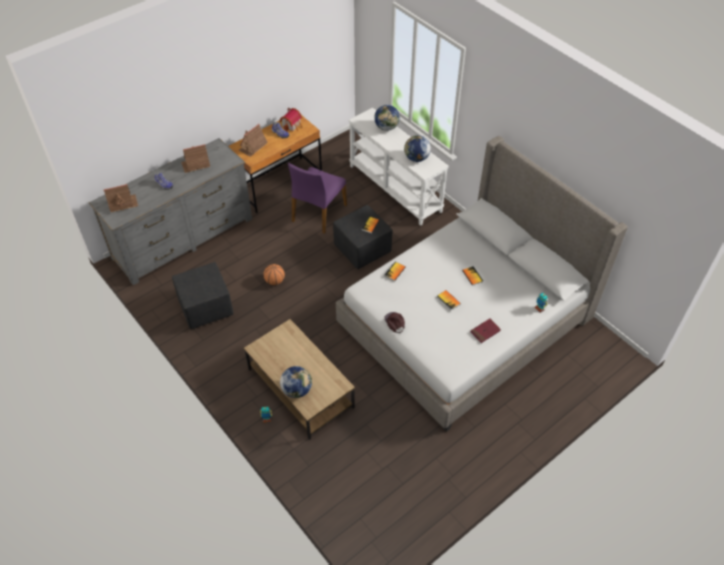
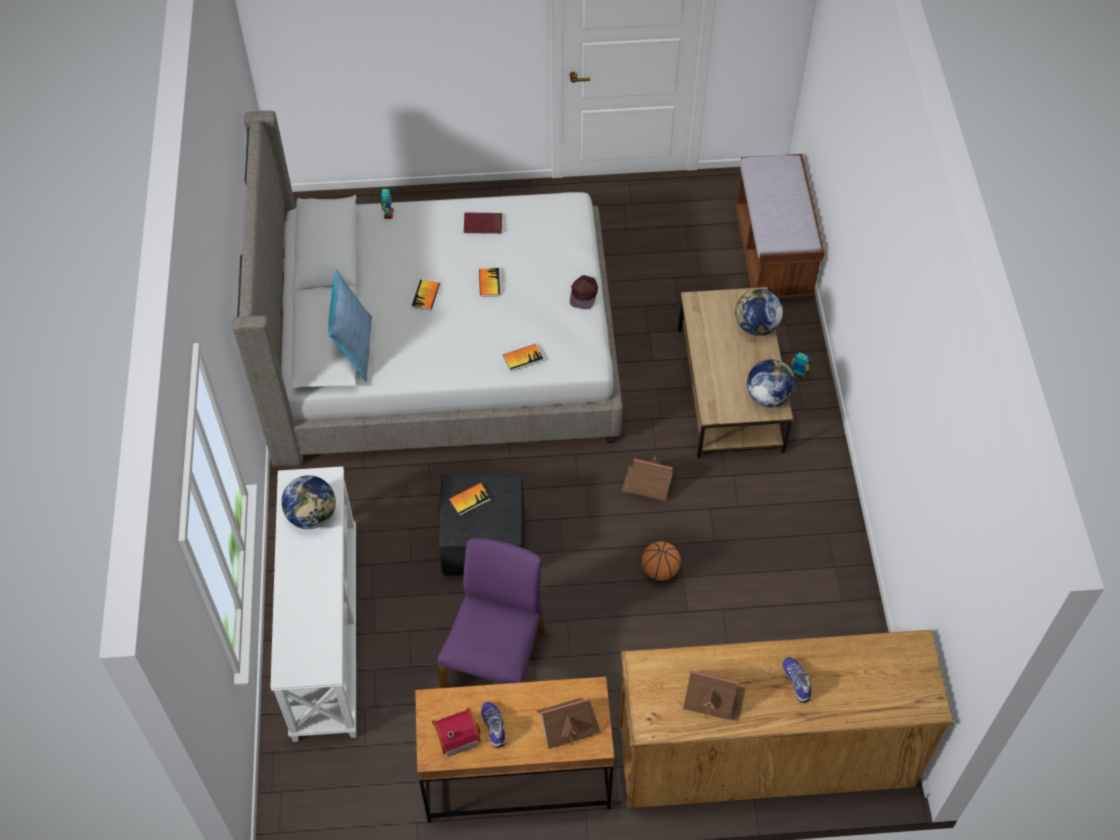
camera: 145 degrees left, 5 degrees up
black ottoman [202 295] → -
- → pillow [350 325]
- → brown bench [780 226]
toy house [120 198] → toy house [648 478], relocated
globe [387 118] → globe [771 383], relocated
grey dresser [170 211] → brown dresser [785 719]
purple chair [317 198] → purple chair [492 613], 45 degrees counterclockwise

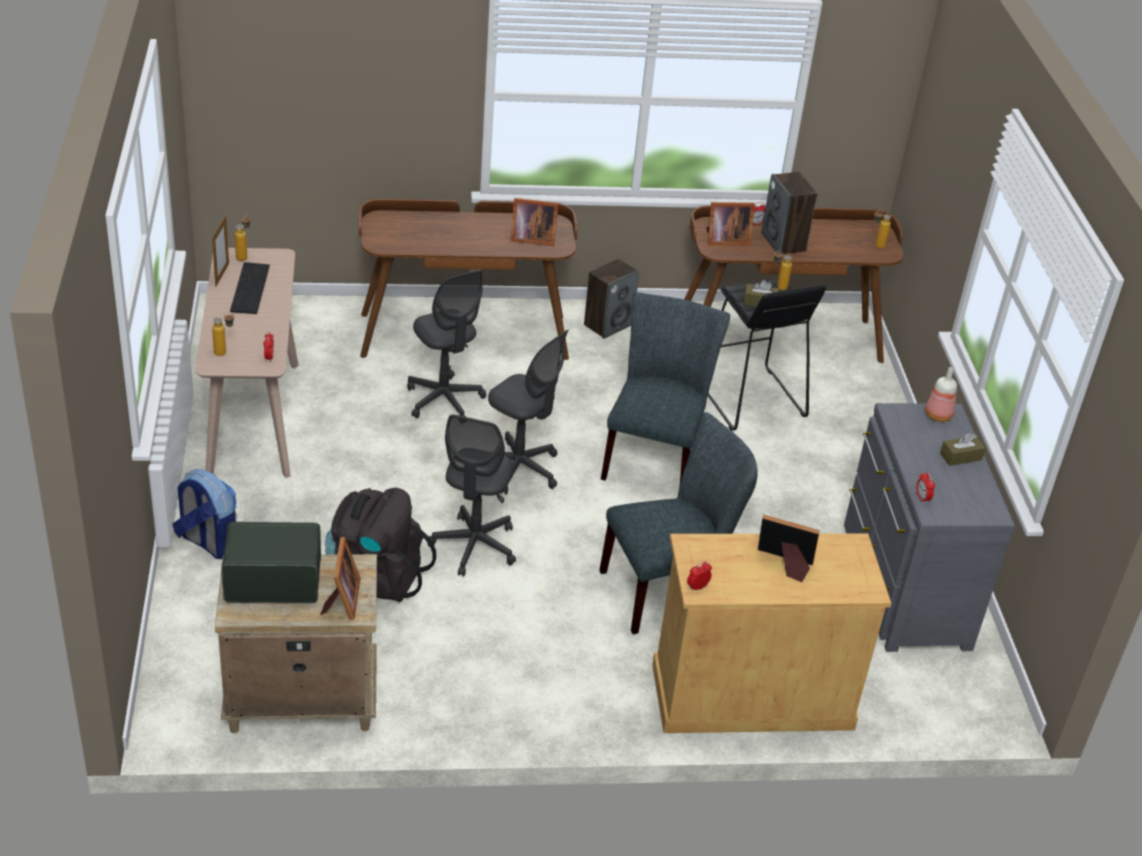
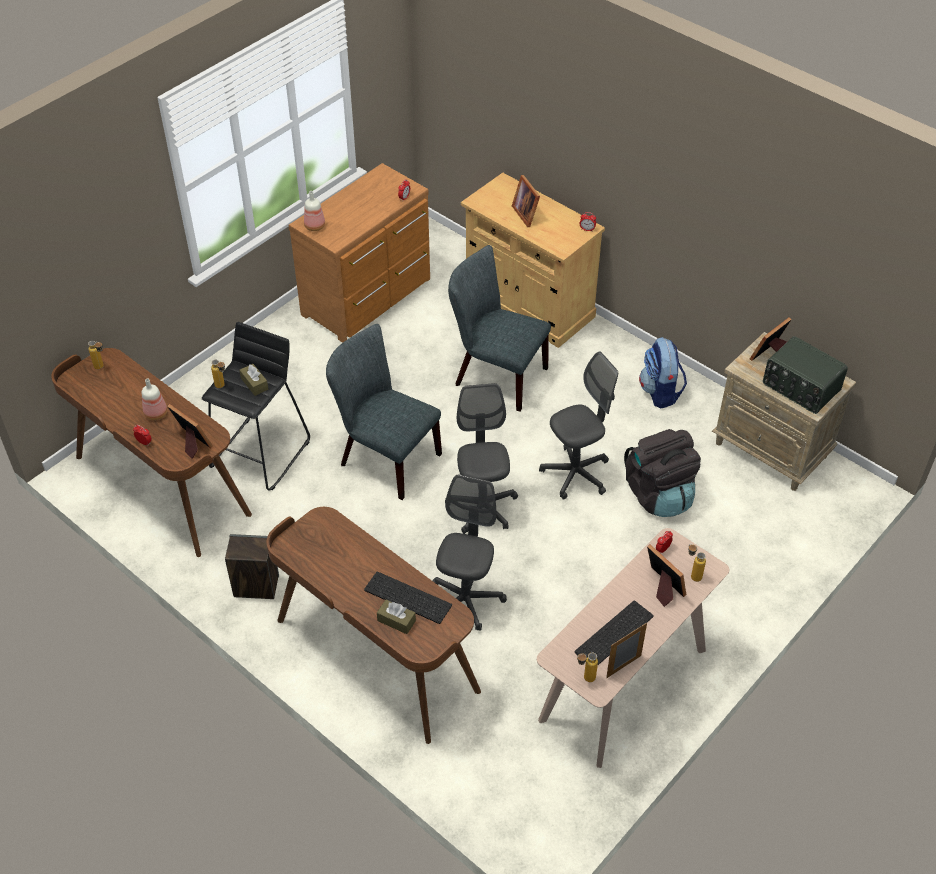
camera: 130 degrees left, 10 degrees up
- → keyboard [408 597]
backpack [205 514] → backpack [663 372], relocated
picture frame [534 222] → picture frame [666 576], relocated
brown tissue box [962 449] → brown tissue box [396 617], relocated
speaker [789 213] → bottle [154 399]
grey dresser [930 527] → brown dresser [359 253]
grey chair [665 387] → grey chair [384 412], 60 degrees clockwise

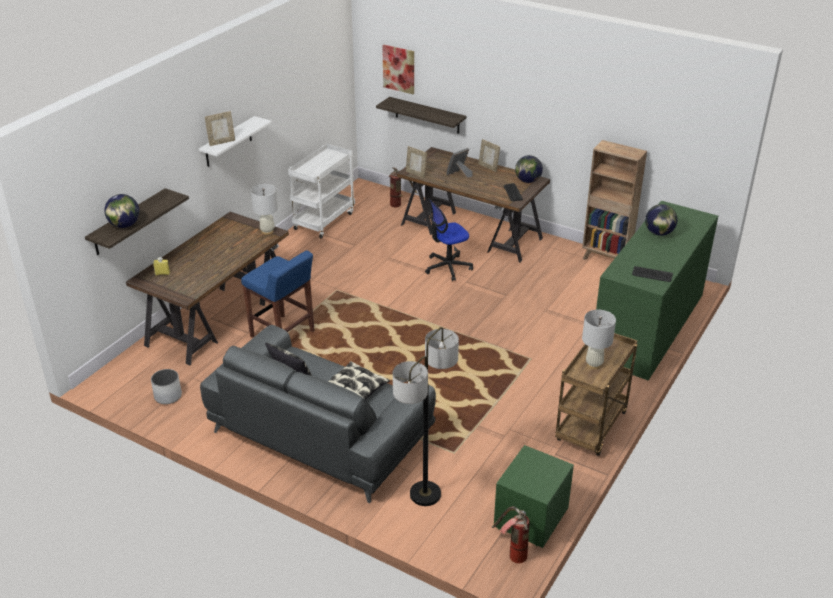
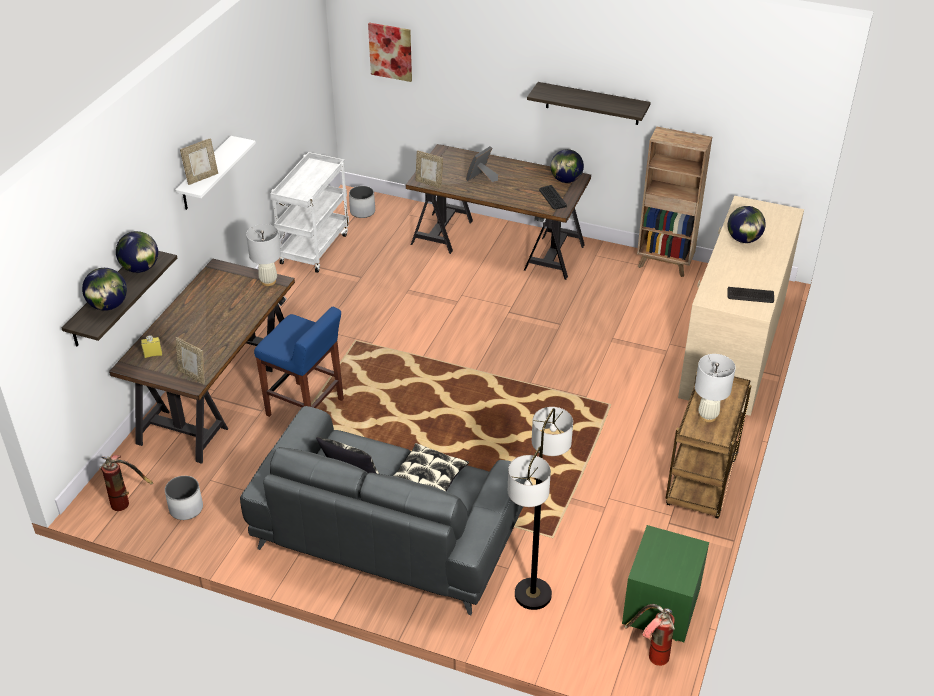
camera: 10 degrees left, 5 degrees up
office chair [449 240] → -
- → globe [137 252]
- → white planter [362 202]
shelf [421 115] → shelf [589 103], relocated
fire extinguisher [403 187] → fire extinguisher [126 483], relocated
picture frame [489 155] → picture frame [190 361], relocated
green dresser [657 290] → beige dresser [741 306]

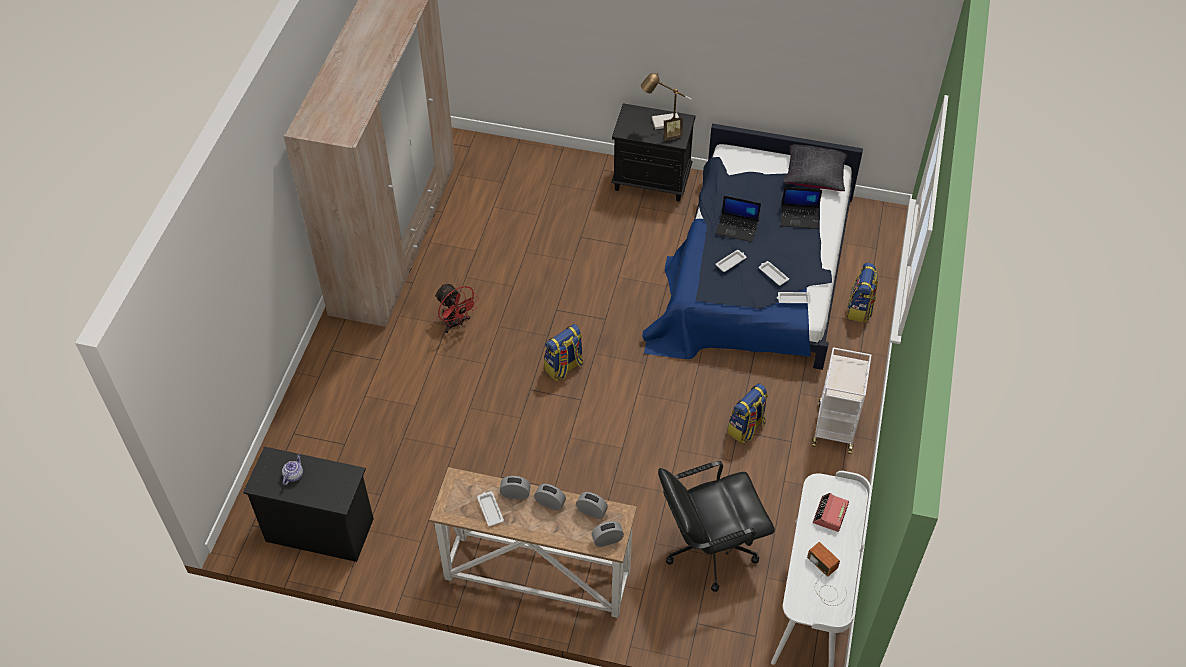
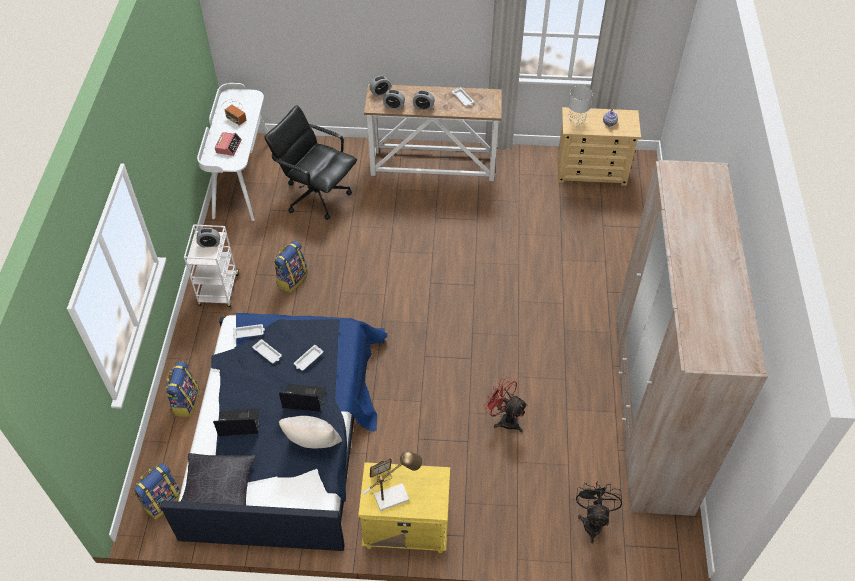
camera: 170 degrees right, 0 degrees up
- → beige pillow [310 432]
- → grey table lamp [580 106]
- → black fan [599 512]
red fan [457 308] → red fan [506 404], relocated
alarm clock [515 488] → alarm clock [208 237], relocated
backpack [563 352] → backpack [157 491], relocated
black dresser [308 504] → beige dresser [599 146]
black nightstand [653 152] → yellow nightstand [404 508]
black office chair [716 526] → black office chair [310 162], 120 degrees counterclockwise

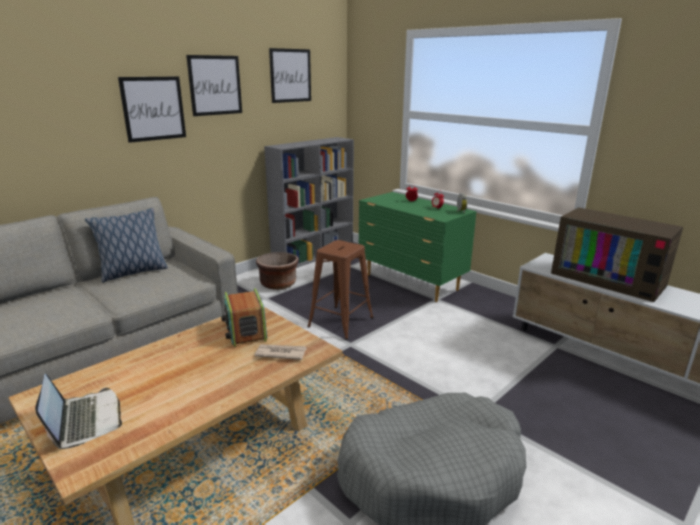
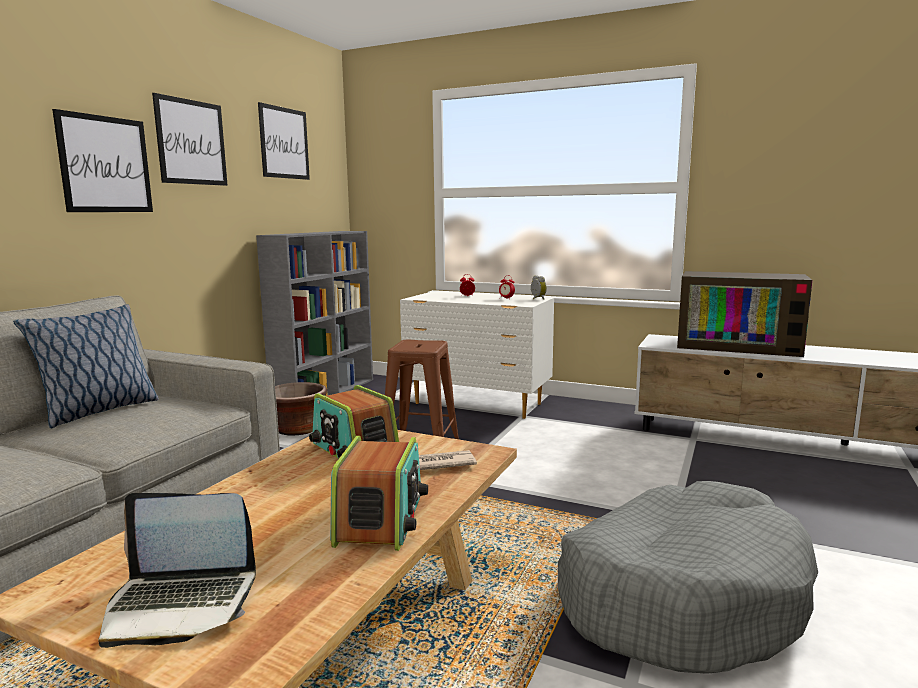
camera: 20 degrees left, 10 degrees down
- → radio [379 493]
green dresser [417 247] → white dresser [477 355]
laptop [78 411] → laptop [177 570], 135 degrees clockwise

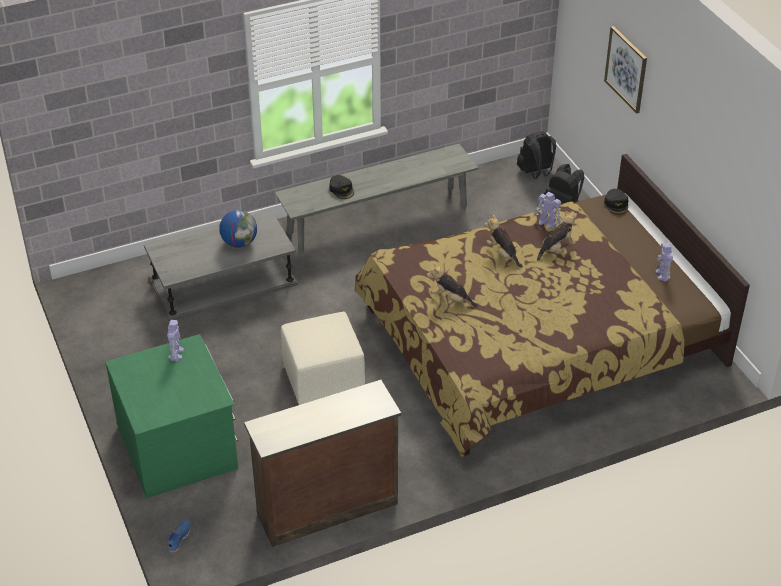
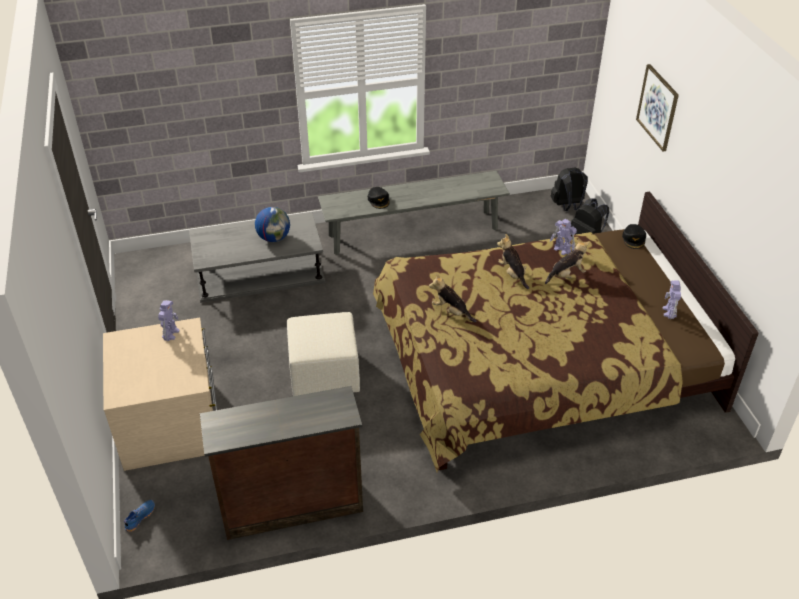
camera: 10 degrees right, 0 degrees up
green dresser [171 416] → beige dresser [160 394]

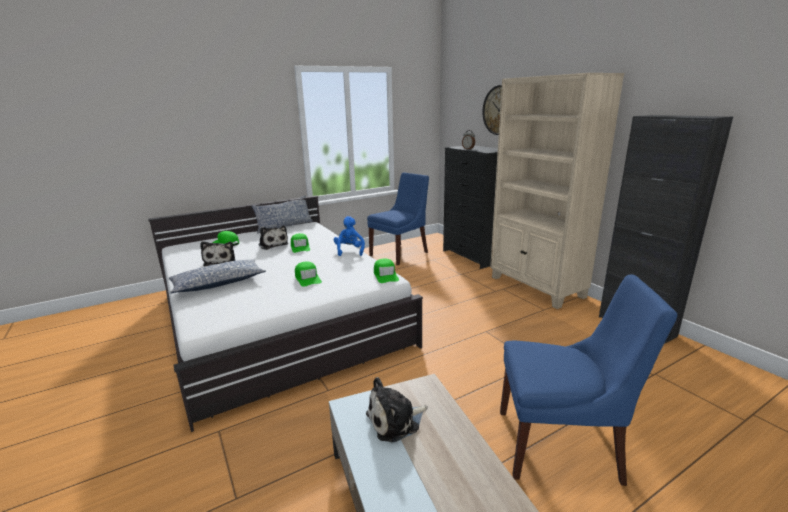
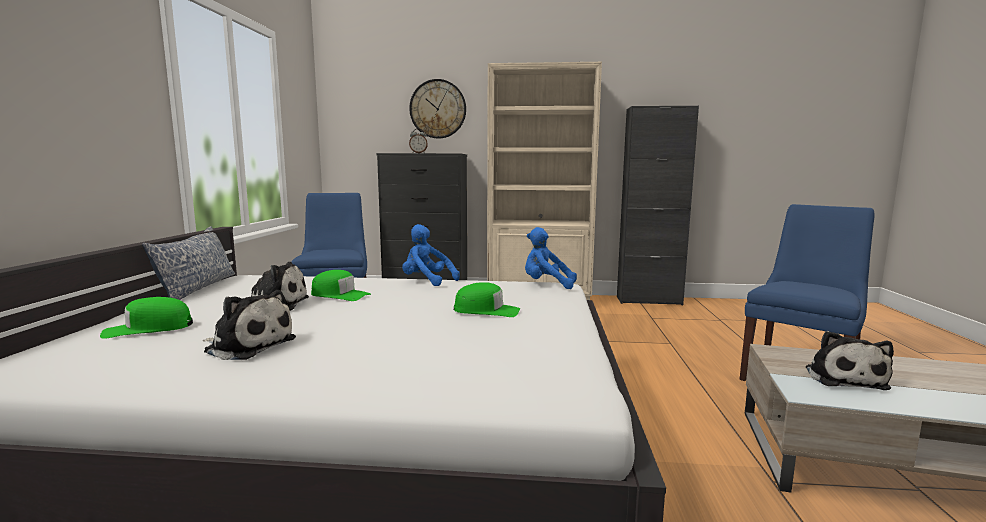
camera: 55 degrees left, 10 degrees down
pillow [217 276] → -
green cap [386 271] → blue plush toy [551 258]

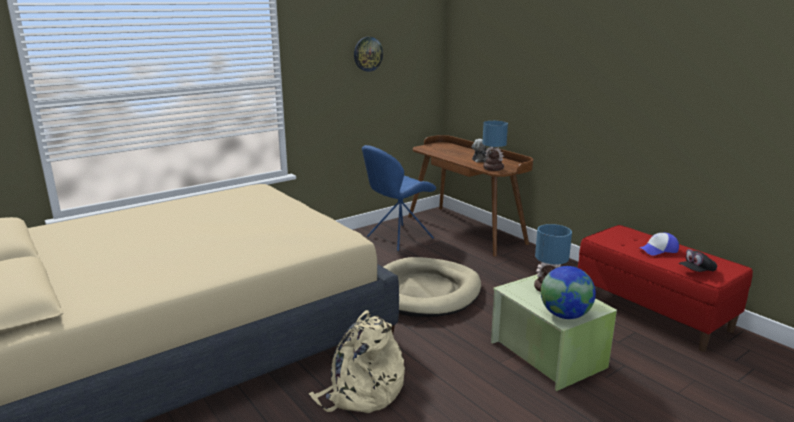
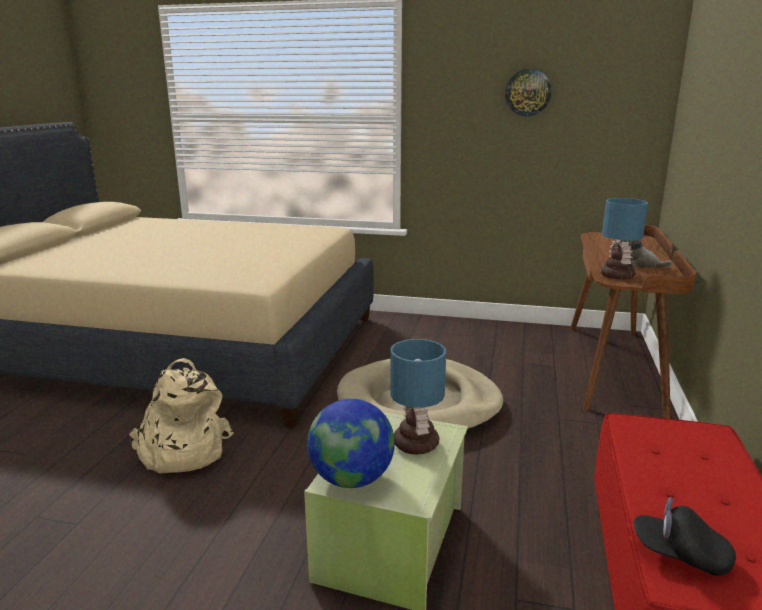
camera: 50 degrees right, 0 degrees up
blue chair [399 198] → -
cap [659 244] → -

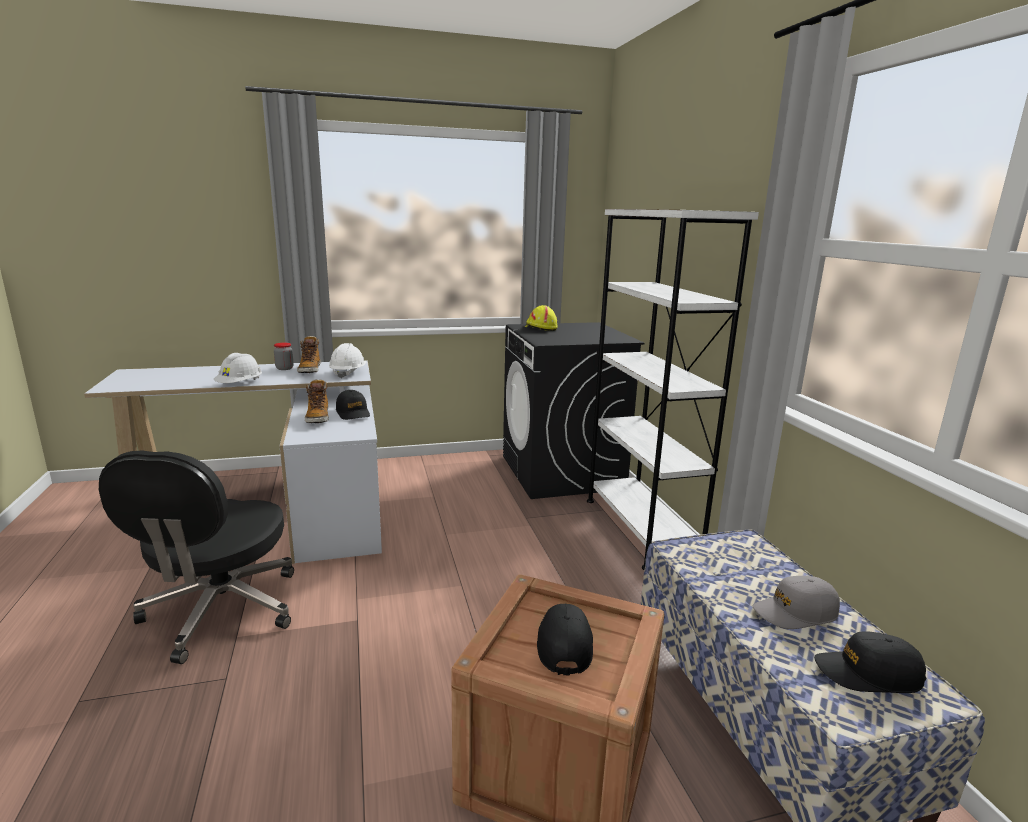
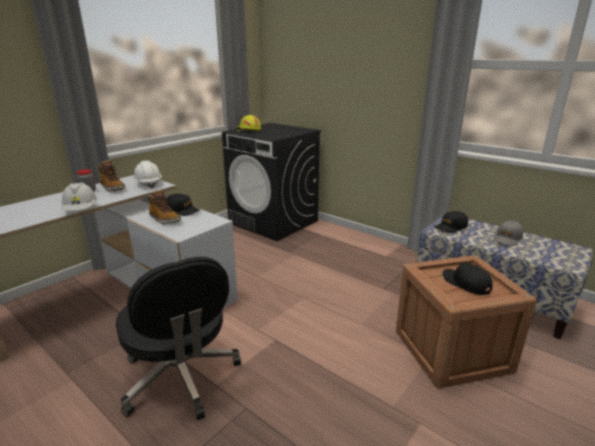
camera: 35 degrees left, 5 degrees up
white bookcase [673 389] → -
black cap [870 662] → black cap [451 222], relocated

